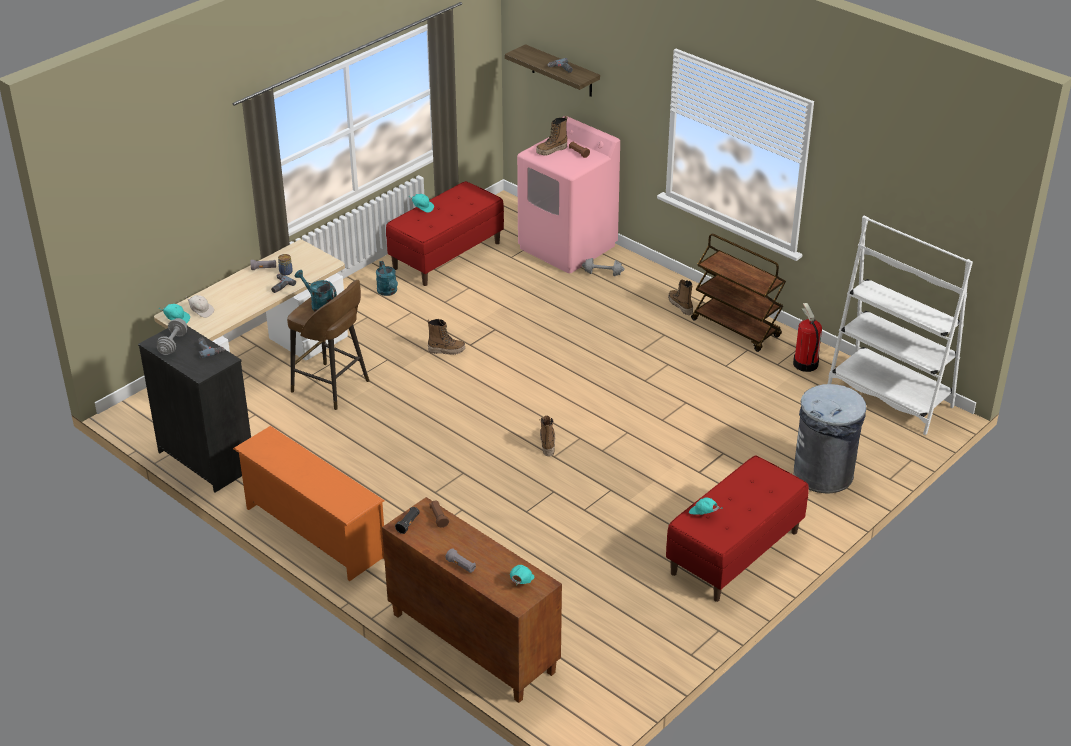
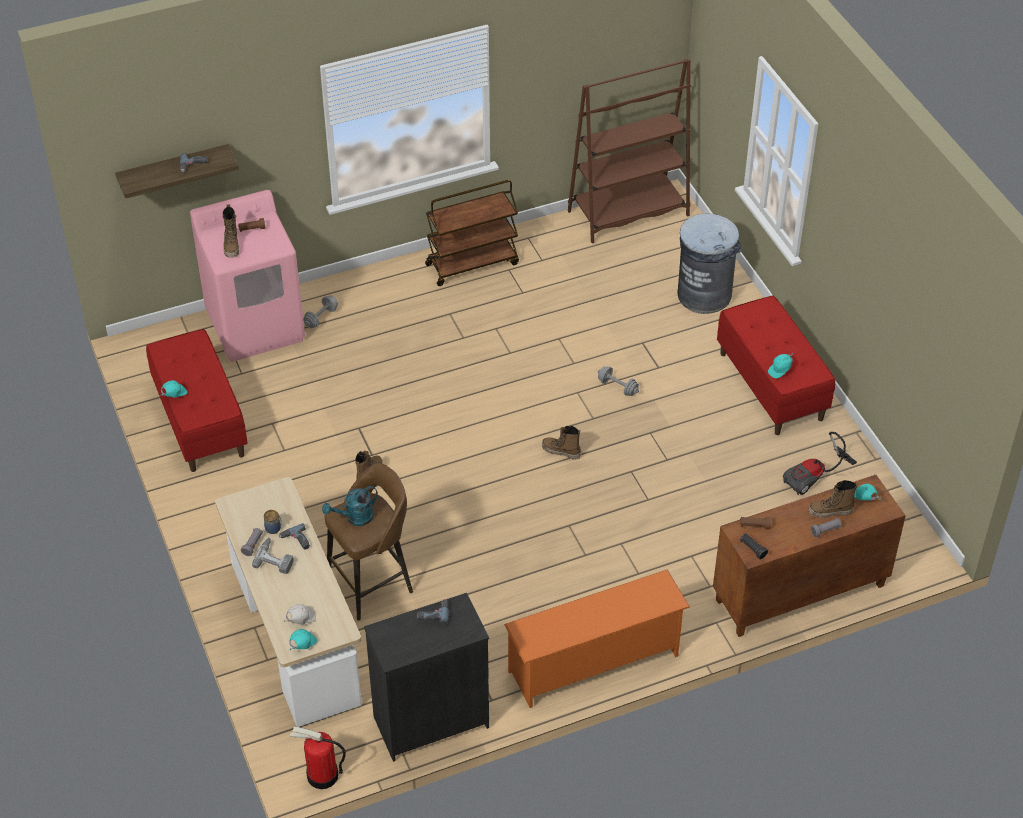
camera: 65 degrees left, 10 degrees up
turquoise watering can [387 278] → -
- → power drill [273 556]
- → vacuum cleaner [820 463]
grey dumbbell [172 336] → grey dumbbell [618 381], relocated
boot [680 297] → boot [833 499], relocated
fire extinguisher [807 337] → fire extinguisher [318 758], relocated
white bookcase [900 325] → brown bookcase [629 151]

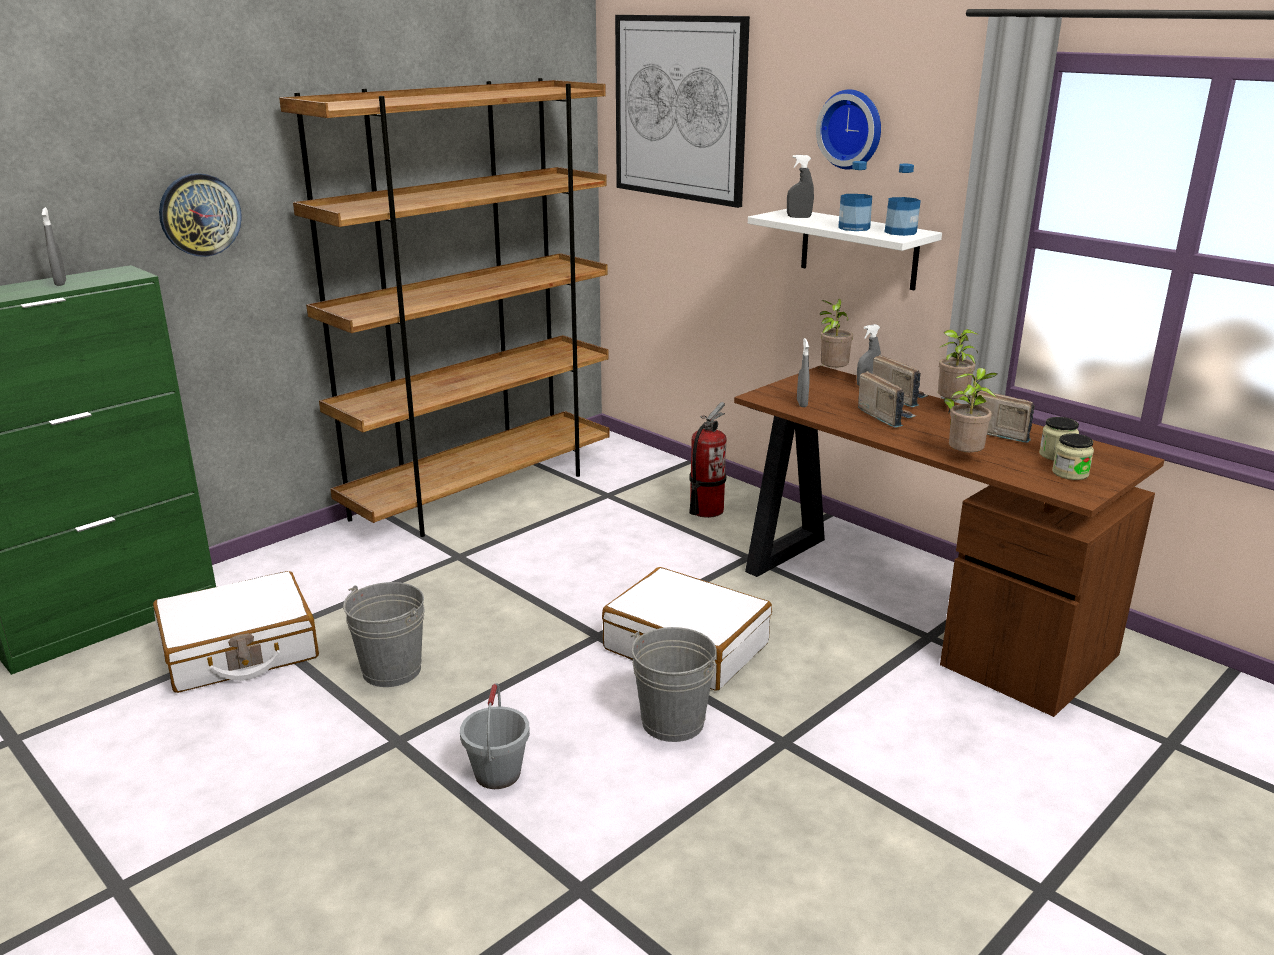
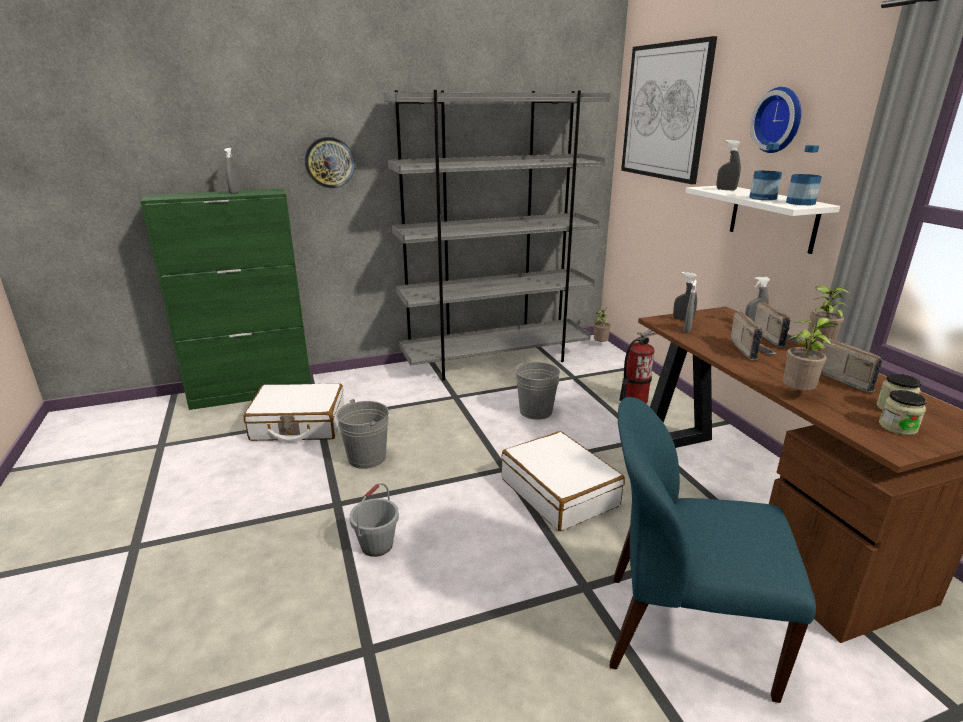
camera: 25 degrees right, 0 degrees up
- → blue chair [713 550]
- → grey spray bottle [685 296]
grey bucket [673 684] → grey bucket [537 389], relocated
potted plant [836 333] → potted plant [602 324], relocated
brown bookcase [444 307] → grey bookcase [497 235]

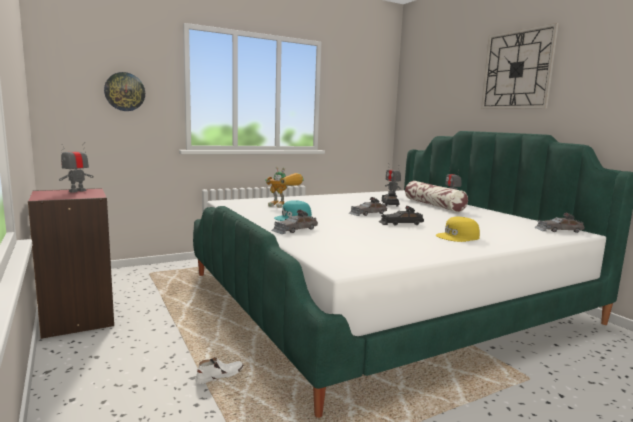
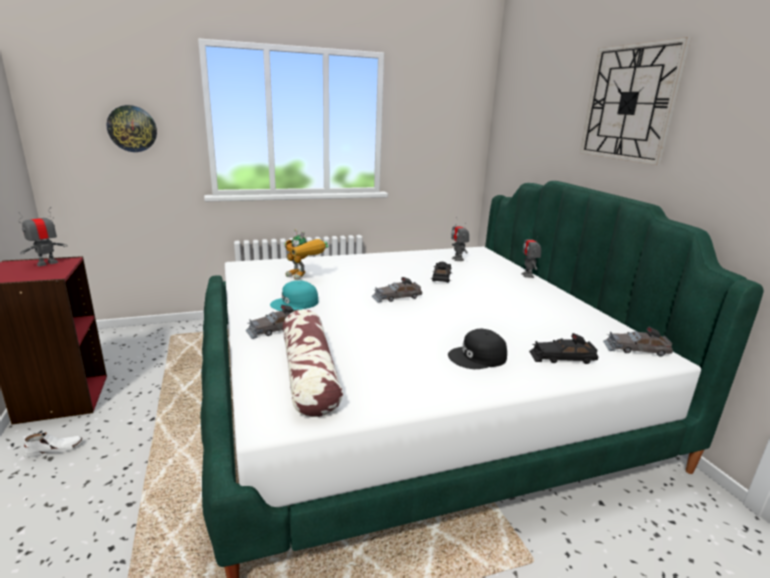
camera: 10 degrees right, 10 degrees up
white shoe [219 370] → white shoe [53 444], relocated
black toy car [401 216] → black toy car [563 348], relocated
pillow [436 196] → pillow [313 363], relocated
yellow cap [458 229] → black cap [477 349]

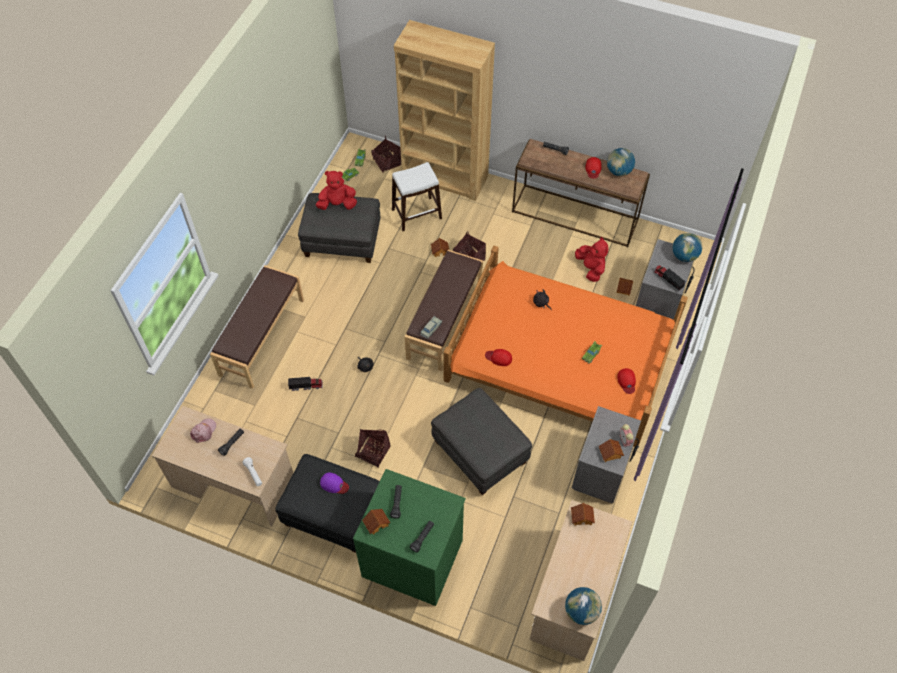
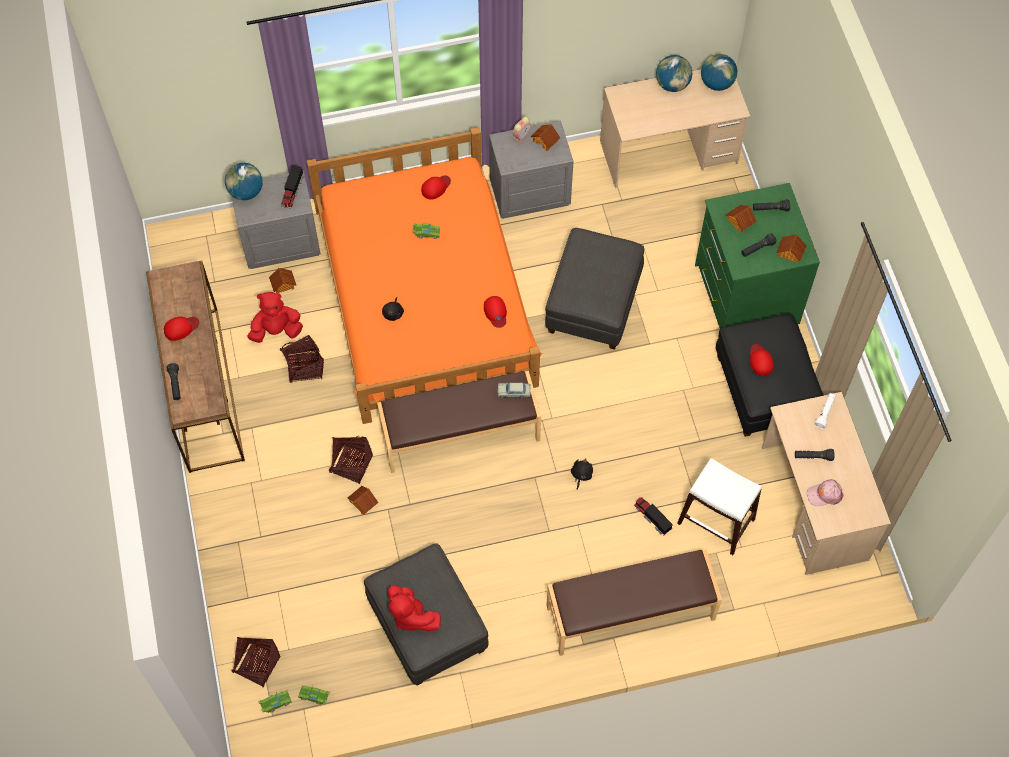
camera: 125 degrees left, 5 degrees up
brown bookcase [444 110] → -
basket [373 448] → basket [302 359], relocated
white stool [417 196] → white stool [719 506], relocated
toy house [583 514] → toy house [741 219], relocated
globe [621 162] → globe [674 73], relocated
purple cap [334 483] → red cap [762 360]
red plush toy [591 259] → red plush toy [275 317], 45 degrees clockwise

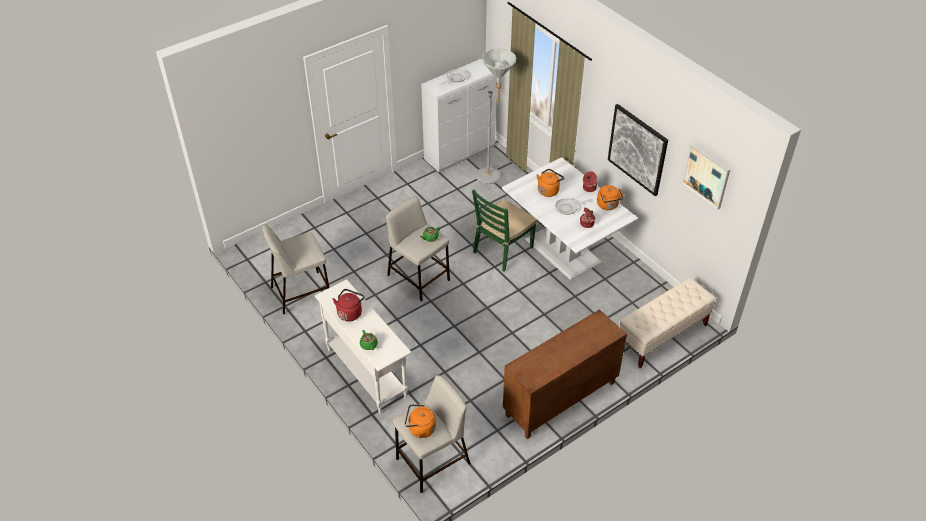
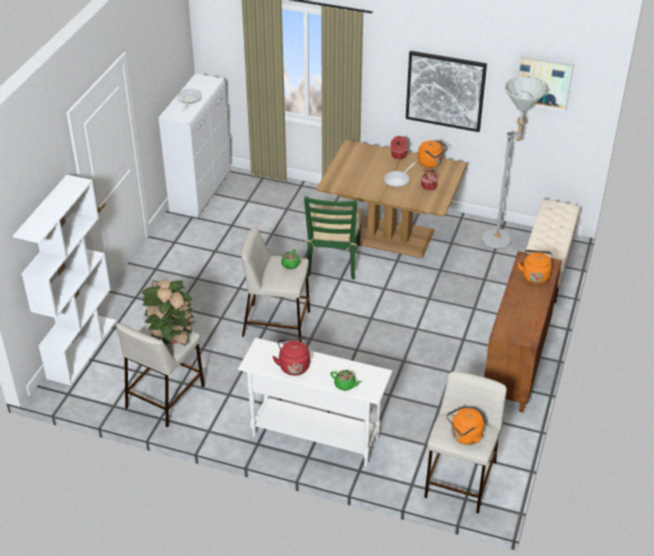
camera: 35 degrees left, 5 degrees down
- → white bookcase [64 280]
- → potted plant [167 312]
grey floor lamp [496 116] → grey floor lamp [514 163], relocated
orange kettle [550 183] → orange kettle [534 267], relocated
white dining table [570 218] → brown dining table [392 199]

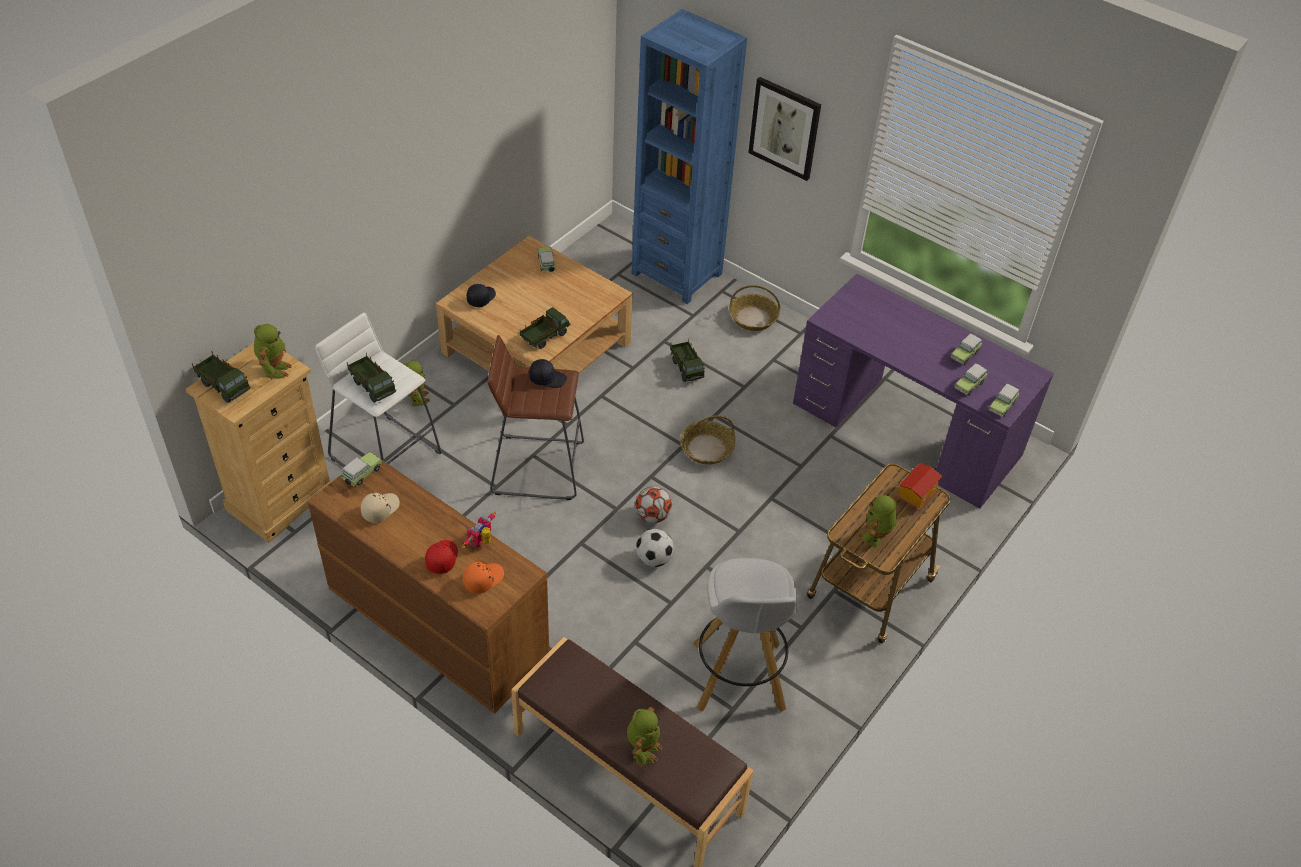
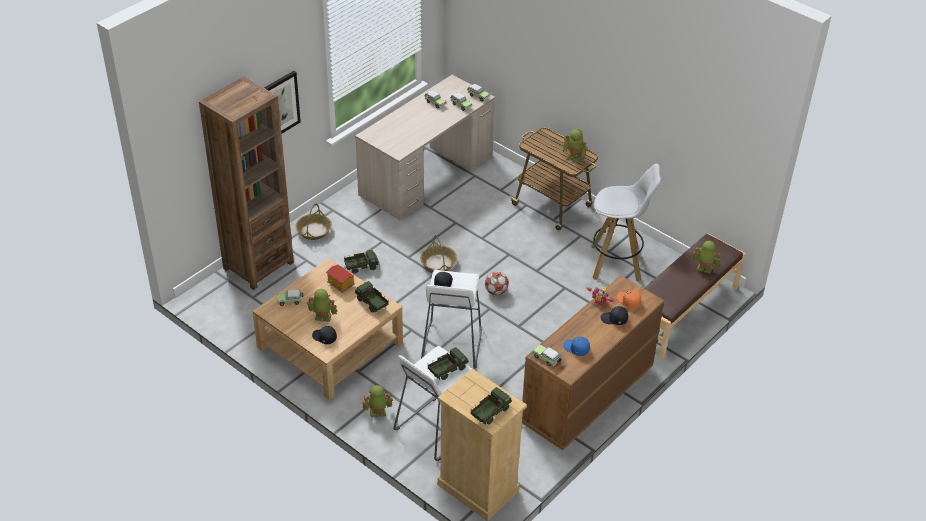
camera: 85 degrees left, 5 degrees down
football [655 548] → -
toy robot [273 351] → toy robot [322 305], relocated
toy house [919 486] → toy house [340 279], relocated
beige cap [380 508] → blue cap [576 346]
red cap [441 557] → black cap [614 315]
brown stool [535 417] → white stool [451 319]
blue bookcase [689 156] → brown bookcase [246 183]
purple desk [923 391] → beige desk [425 148]

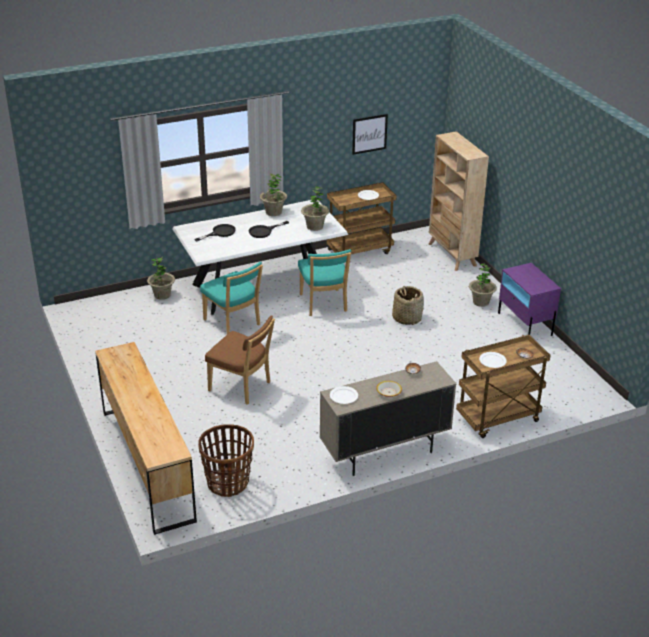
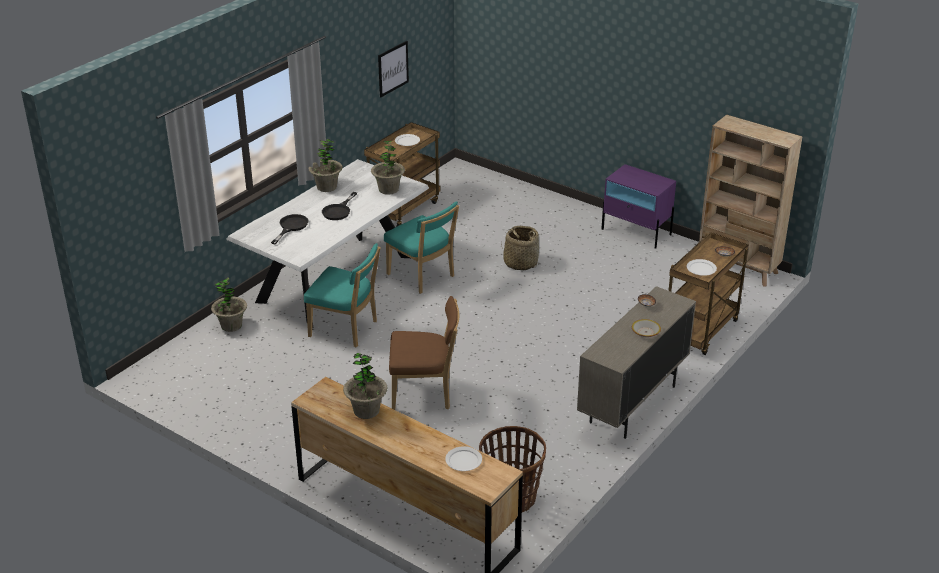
camera: 30 degrees left, 0 degrees up
white plate [344 395] → white plate [463 458], relocated
beige bookcase [458 201] → beige bookcase [751 201], relocated
potted plant [483 285] → potted plant [365 386], relocated

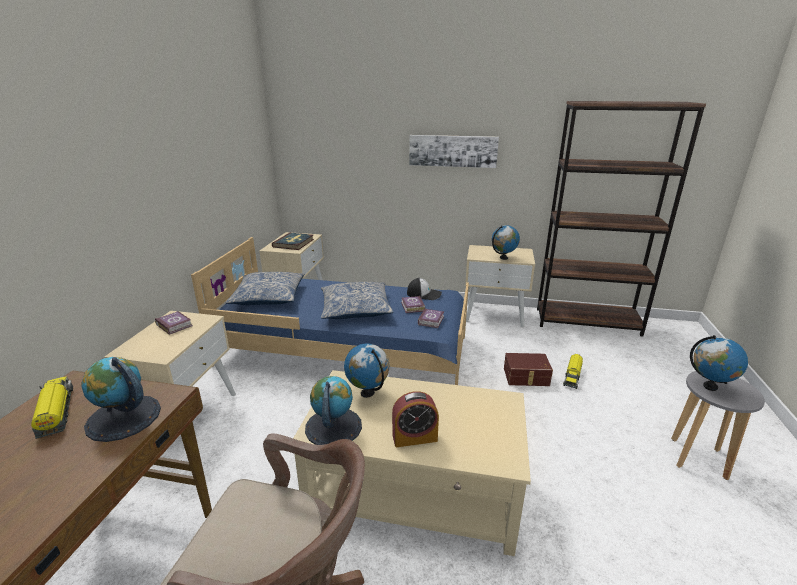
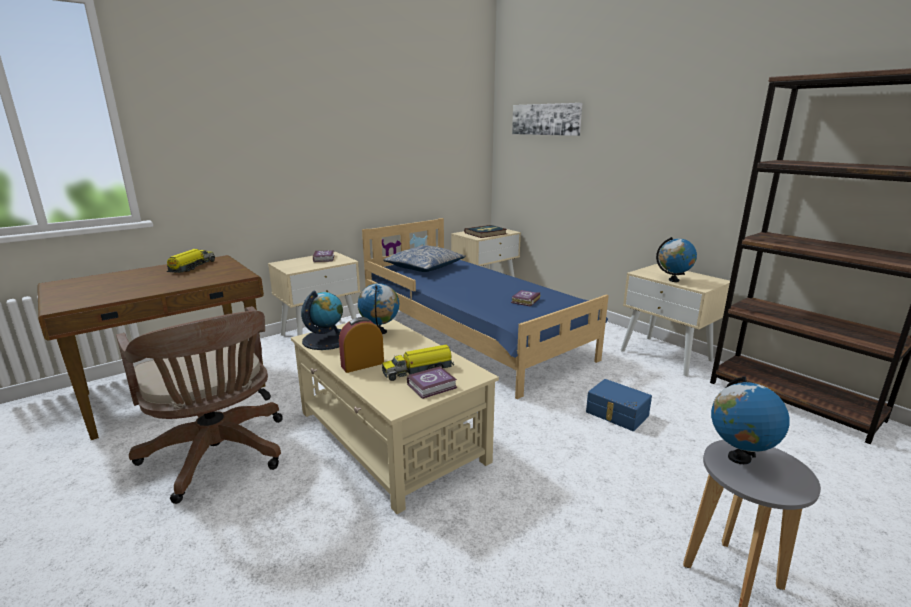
camera: 40 degrees right, 5 degrees down
globe [121 399] → -
pillow [357 300] → -
cap [424 289] → -
picture [454 151] → picture [547 119], relocated
book [431 318] → book [432 382], relocated
toy truck [573 371] → toy truck [418 362], relocated
brown storage box [528 369] → blue storage box [619 405]
alarm clock [415 419] → alarm clock [361 345], 120 degrees clockwise

